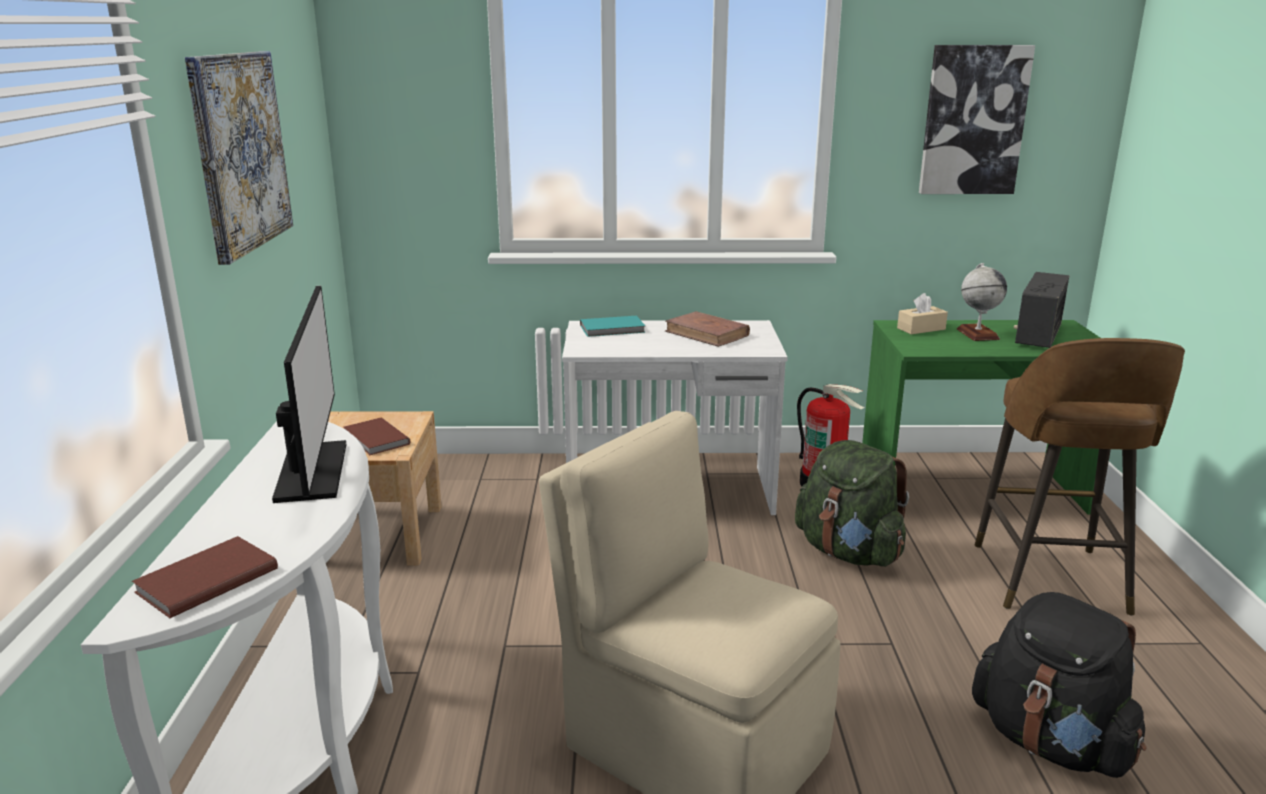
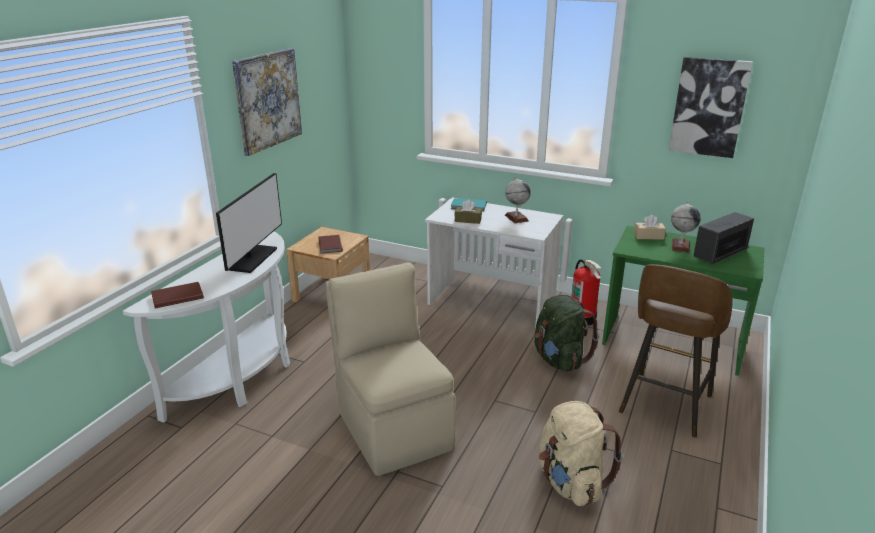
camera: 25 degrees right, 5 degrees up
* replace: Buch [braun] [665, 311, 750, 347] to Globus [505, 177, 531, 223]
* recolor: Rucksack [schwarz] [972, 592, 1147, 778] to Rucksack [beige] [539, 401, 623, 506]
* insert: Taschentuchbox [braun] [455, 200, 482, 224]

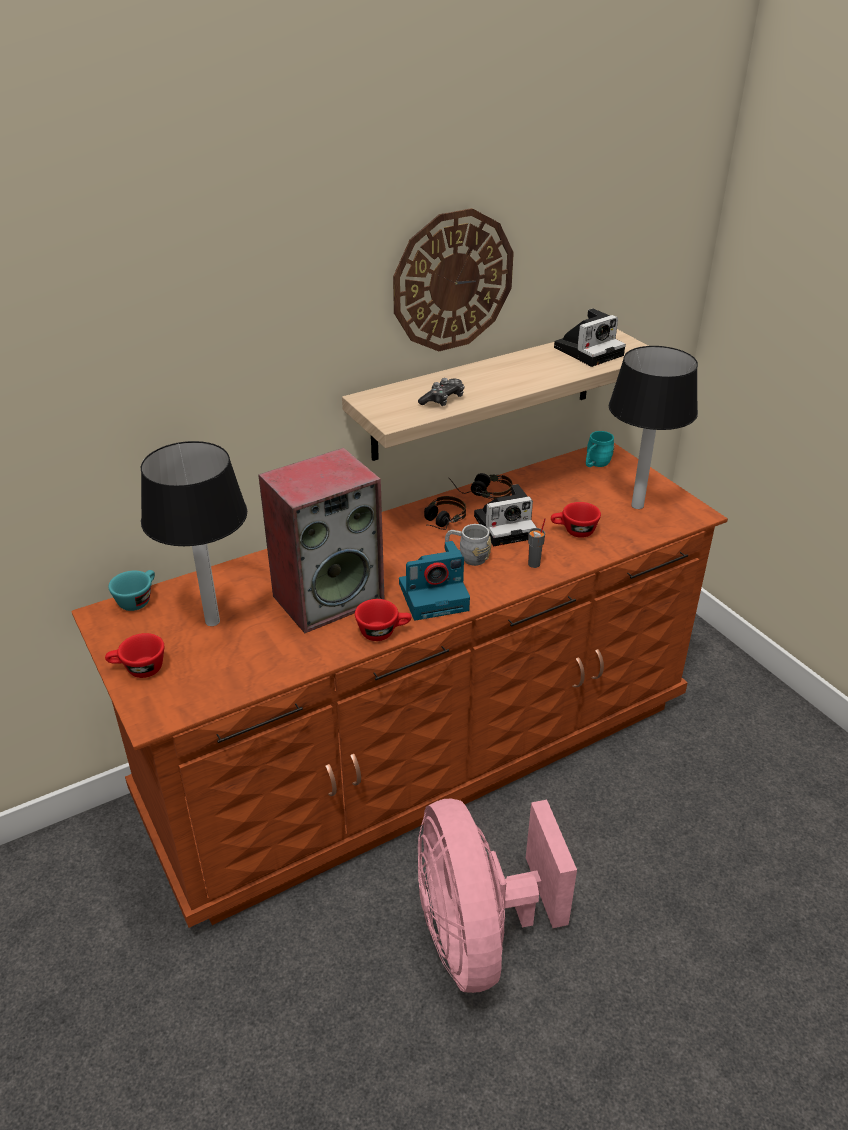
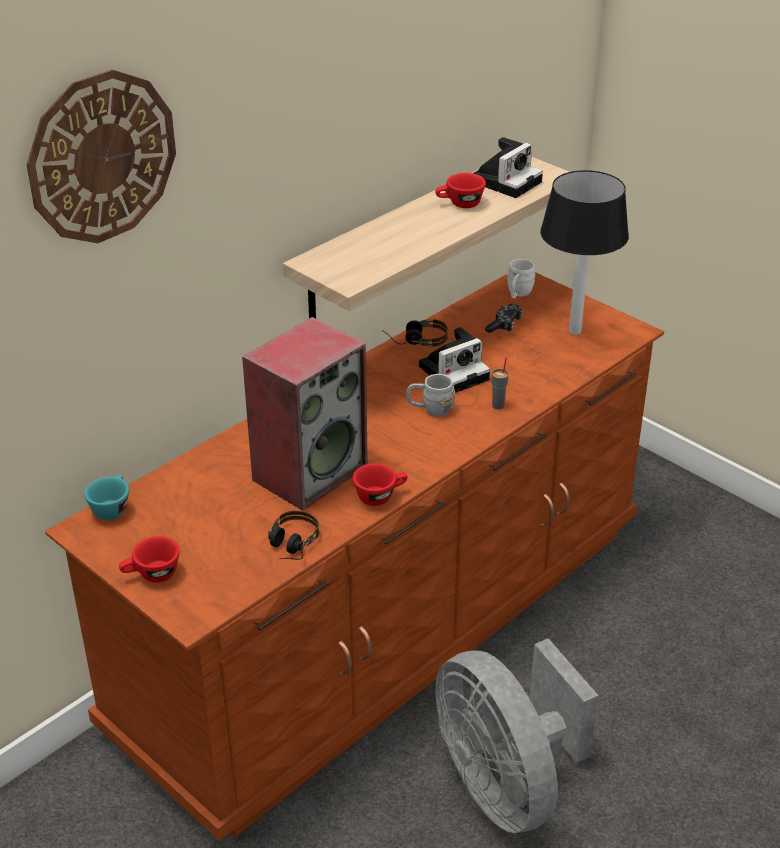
camera: 15 degrees left, 0 degrees up
* move: Wanduhr [393, 208, 514, 351] to [26, 70, 176, 243]
* move: Gamepad [418, 378, 464, 406] to [485, 304, 523, 333]
* recolor: Henkelbecher [türkis] [586, 431, 615, 467] to Henkelbecher [weiß] [507, 259, 535, 298]
* delete: Tischlampe [141, 441, 247, 626]
* move: Kopfhörer [424, 496, 466, 530] to [268, 511, 319, 560]
* move: Tasse [rot] [551, 502, 601, 538] to [435, 173, 486, 208]
* delete: Kamera [399, 541, 470, 620]
* recolor: Ventilator [rosa] [418, 799, 577, 993] to Ventilator [grau] [435, 638, 599, 833]

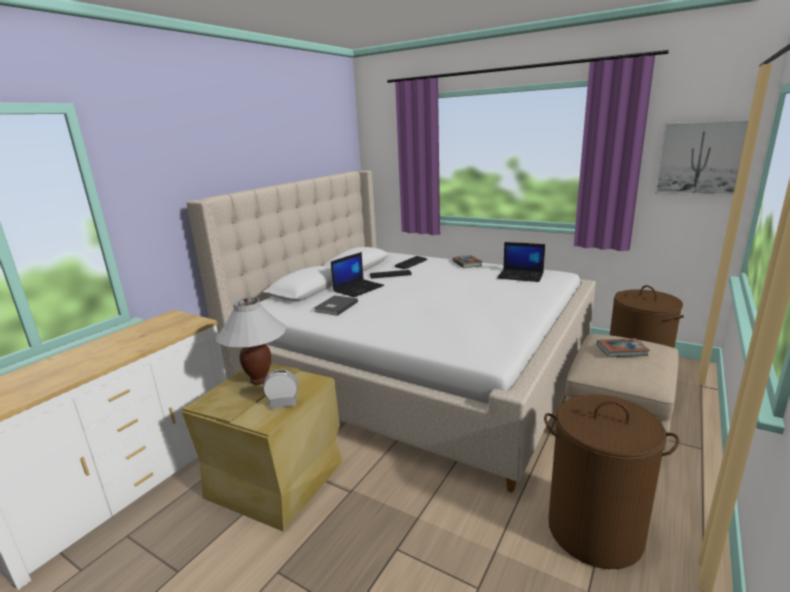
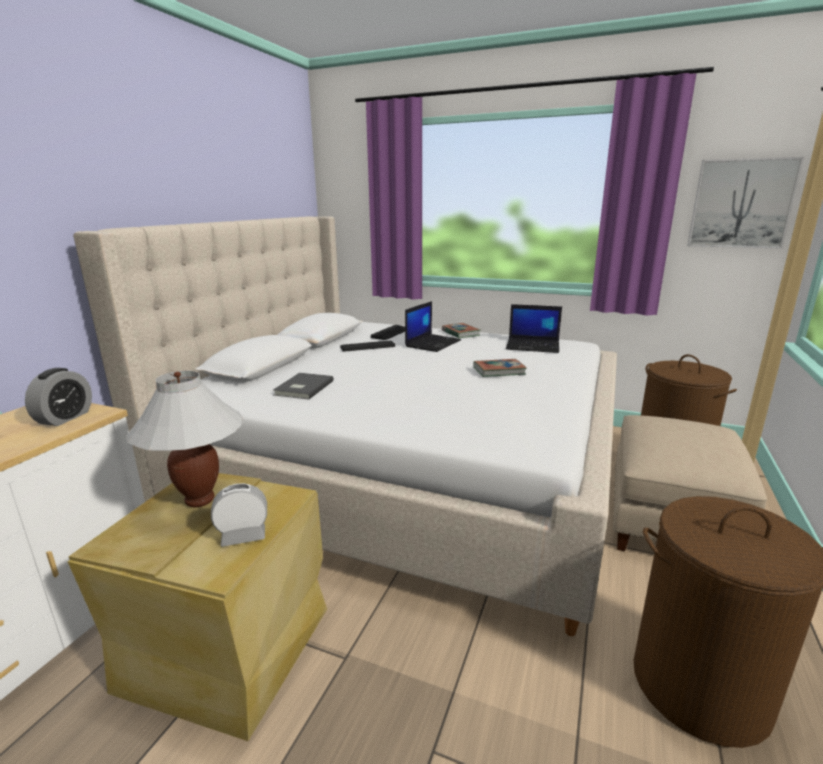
camera: 10 degrees left, 0 degrees up
* move: Laptop [331, 252, 384, 297] to [405, 301, 461, 352]
* move: Buch [597, 338, 650, 357] to [473, 359, 527, 377]
* insert: Wecker [25, 368, 92, 426]

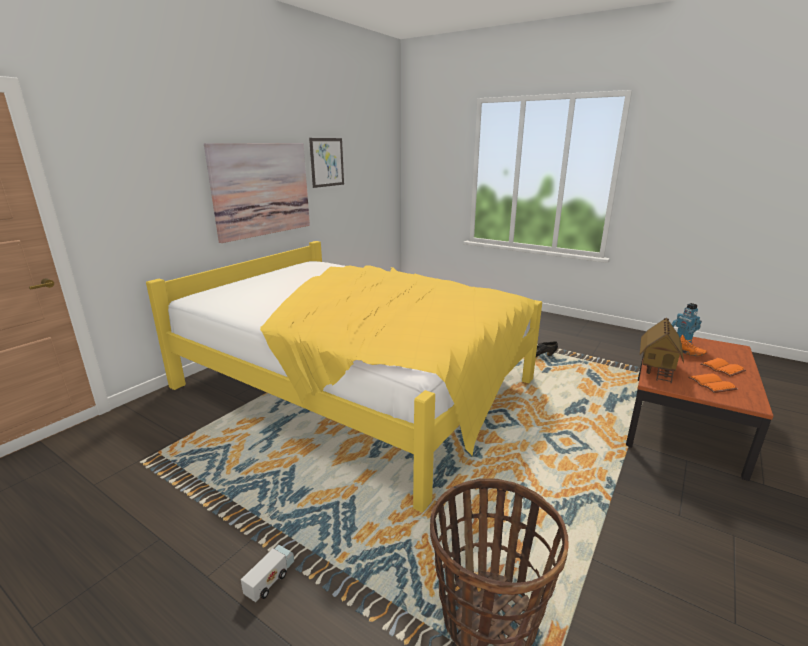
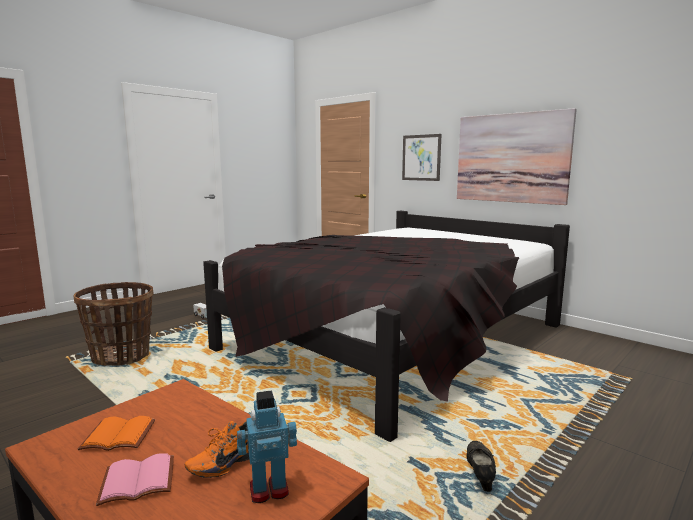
camera: 100 degrees right, 10 degrees down
* move: Bild [309, 138, 344, 188] to [402, 134, 442, 181]
* recolor: Bett [gelb] [146, 241, 542, 512] to Bett [schwarz] [203, 211, 570, 442]
* delete: Spielzeughaus [640, 317, 684, 384]
* recolor: Buch [orange] [700, 358, 746, 377] to Buch [rosa] [96, 453, 174, 506]

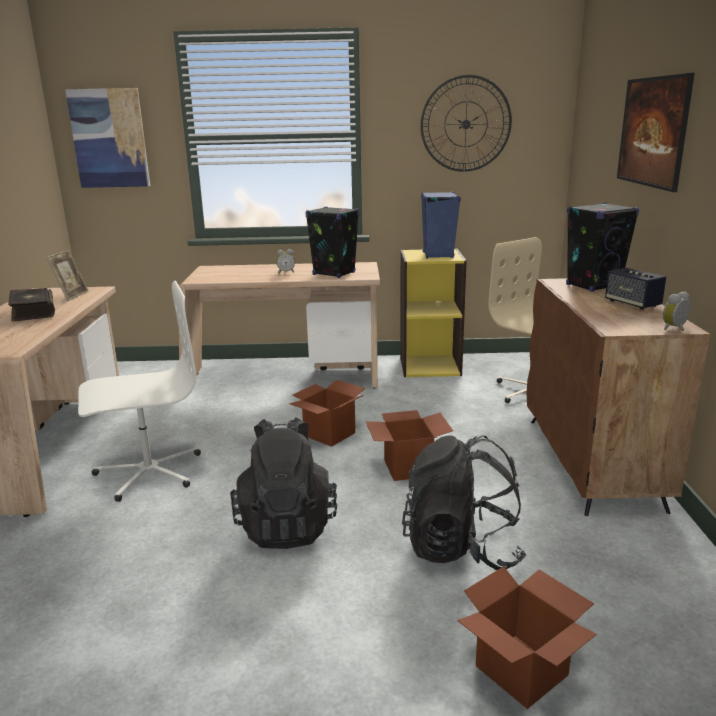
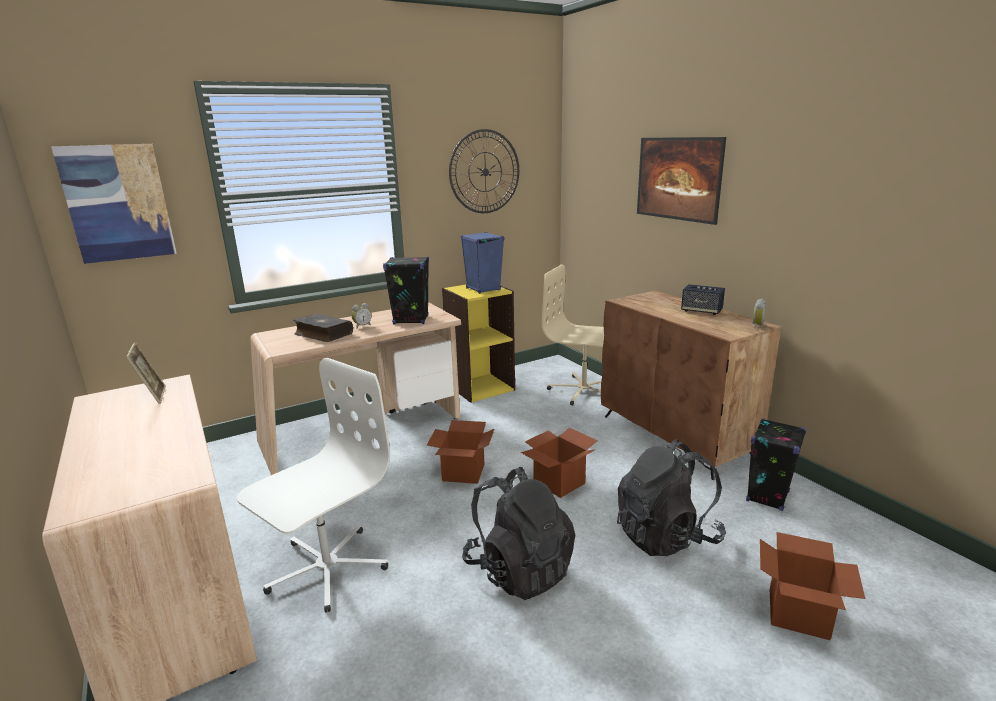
camera: 30 degrees left, 0 degrees up
* move: Lautsprecher [schwarz] [566, 202, 639, 292] to [746, 418, 806, 511]
* move: Buch [8, 288, 55, 322] to [293, 314, 353, 342]

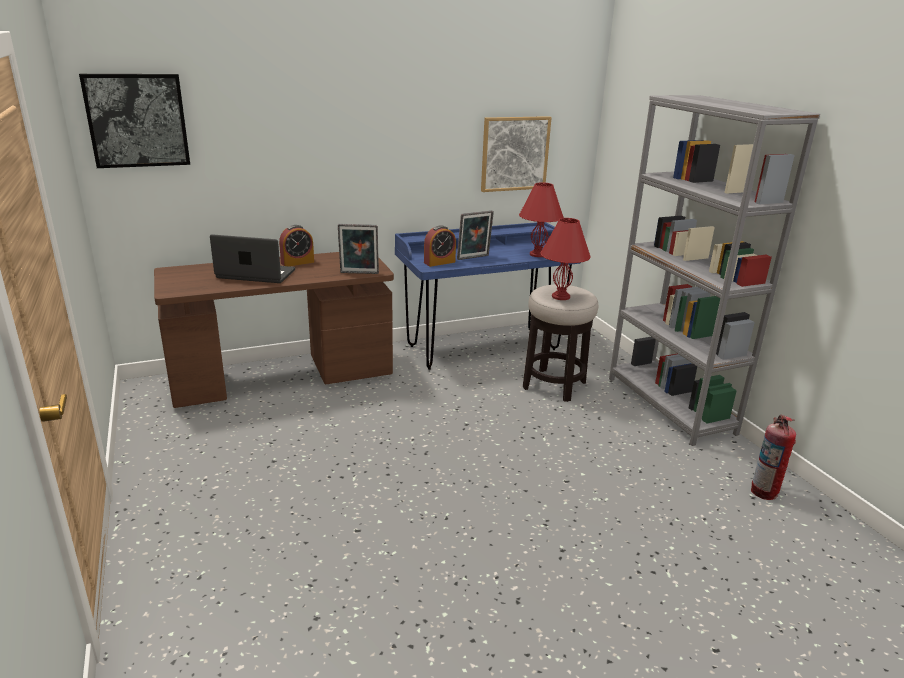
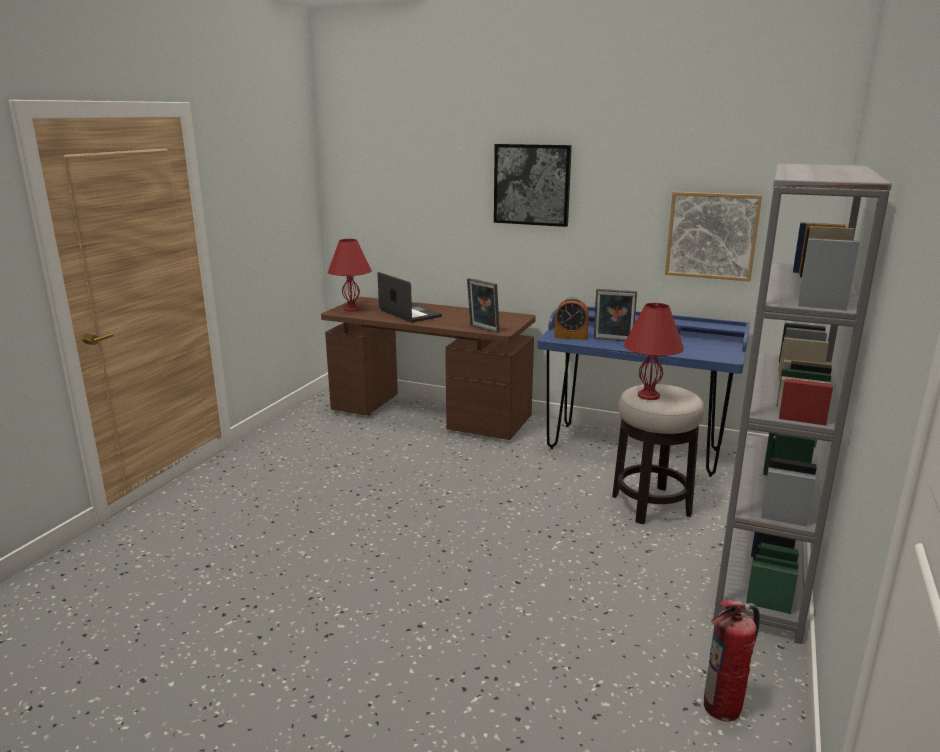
camera: 45 degrees right, 5 degrees down
* move: Bild [79, 74, 190, 168] to [494, 144, 572, 227]
* move: Tischlampe [rot] [519, 182, 564, 257] to [328, 239, 372, 312]
* delete: Wecker [279, 225, 314, 266]

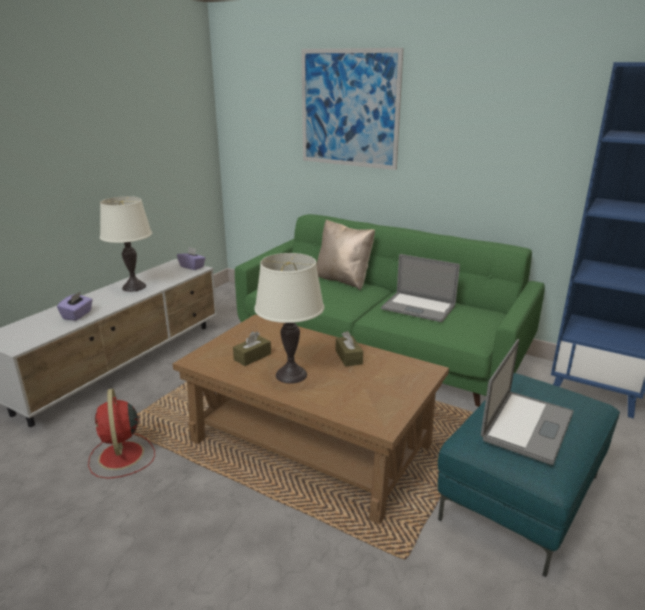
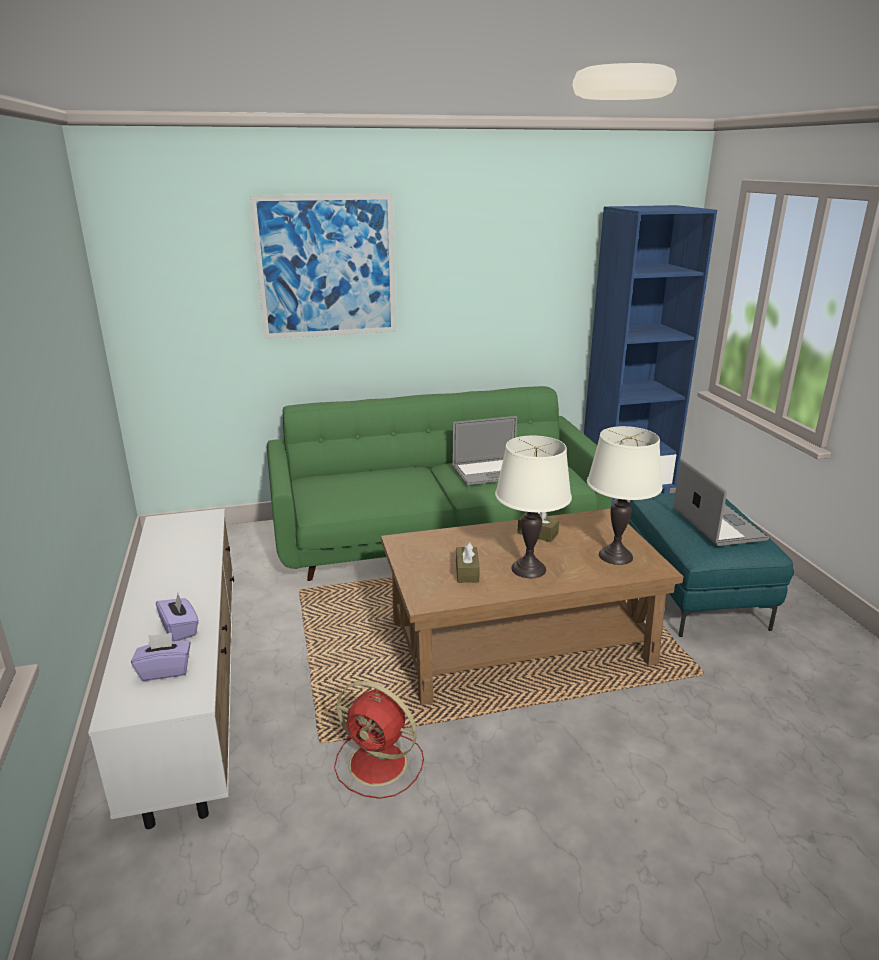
camera: 45 degrees left, 0 degrees up
* move: Tischlampe [weiß] [100, 196, 152, 292] to [587, 426, 662, 565]
* delete: Kissen [beige] [316, 219, 375, 290]
* move: Taschentuchbox [lila] [177, 247, 206, 270] to [131, 633, 191, 681]

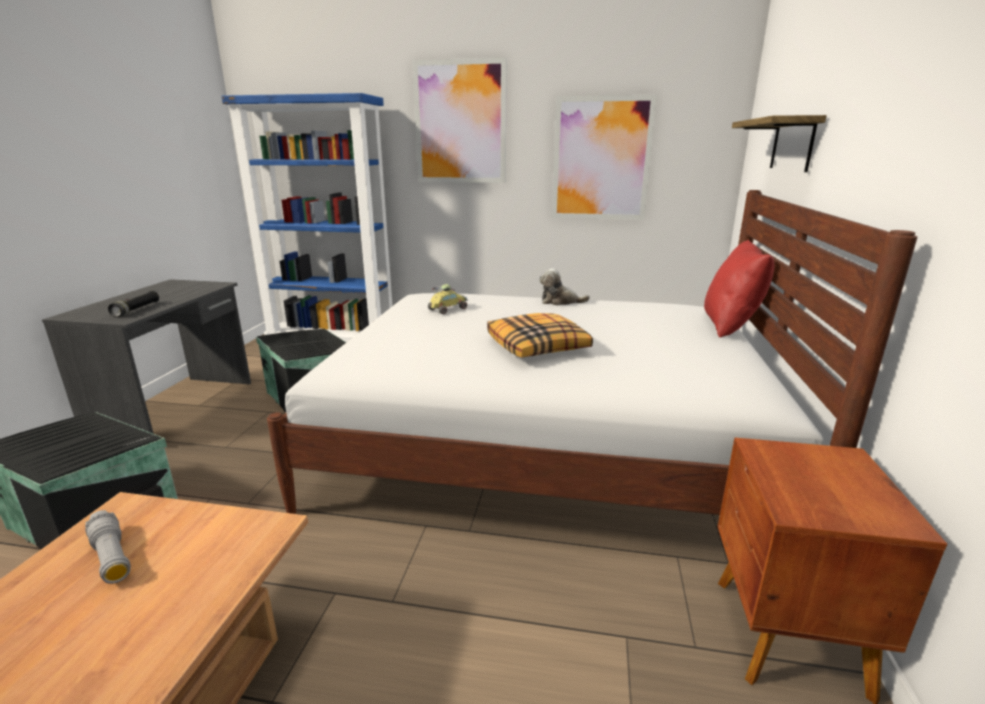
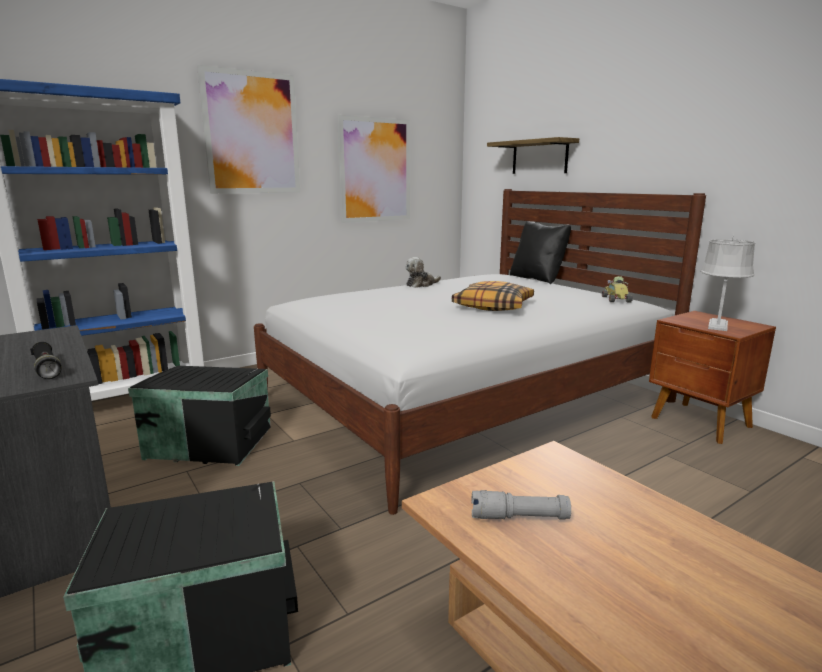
camera: 45 degrees left, 5 degrees down
* recolor: Kissen [rot] [704, 240, 774, 338] to Kissen [schwarz] [510, 221, 571, 284]
* move: Spielzeugauto [428, 284, 469, 314] to [602, 276, 632, 302]
* insert: Tischlampe [grau] [700, 236, 755, 331]

